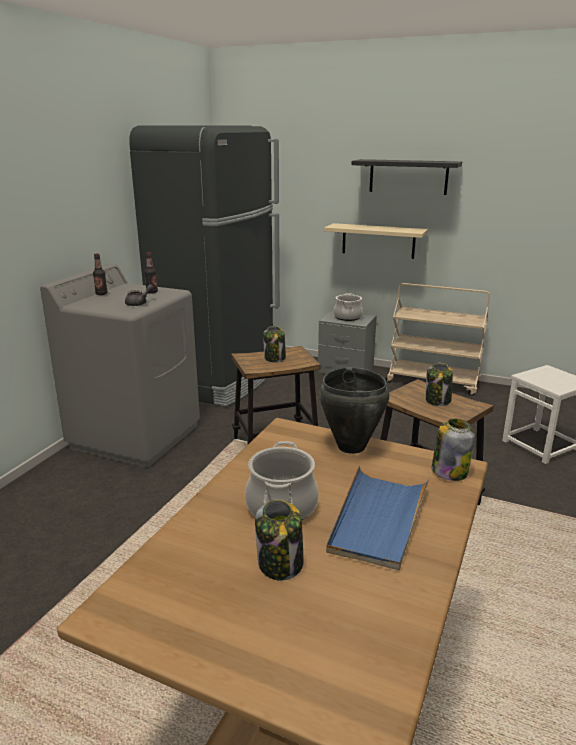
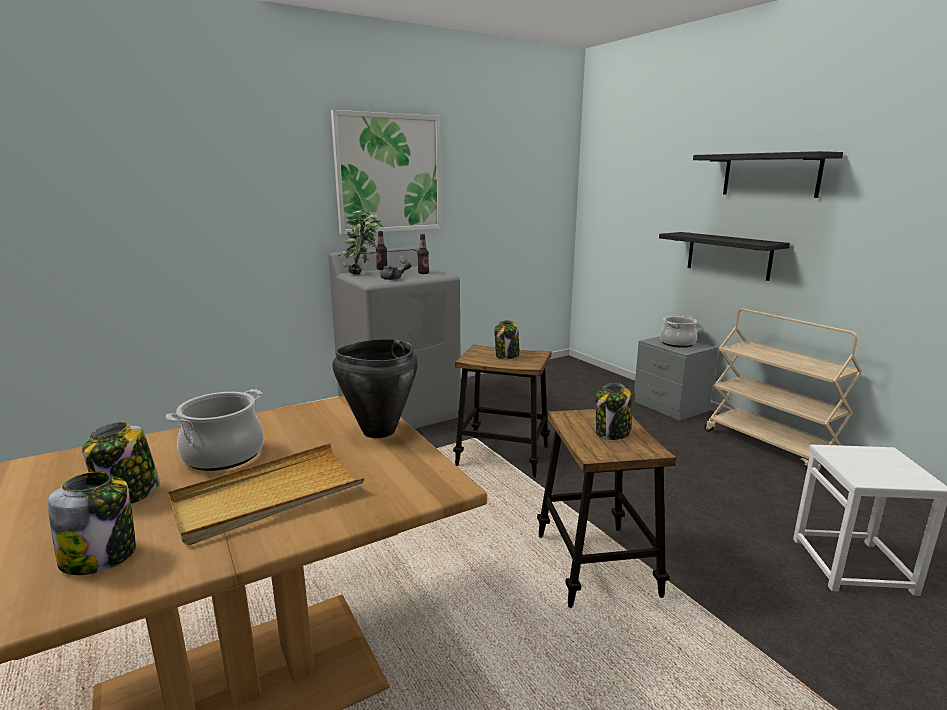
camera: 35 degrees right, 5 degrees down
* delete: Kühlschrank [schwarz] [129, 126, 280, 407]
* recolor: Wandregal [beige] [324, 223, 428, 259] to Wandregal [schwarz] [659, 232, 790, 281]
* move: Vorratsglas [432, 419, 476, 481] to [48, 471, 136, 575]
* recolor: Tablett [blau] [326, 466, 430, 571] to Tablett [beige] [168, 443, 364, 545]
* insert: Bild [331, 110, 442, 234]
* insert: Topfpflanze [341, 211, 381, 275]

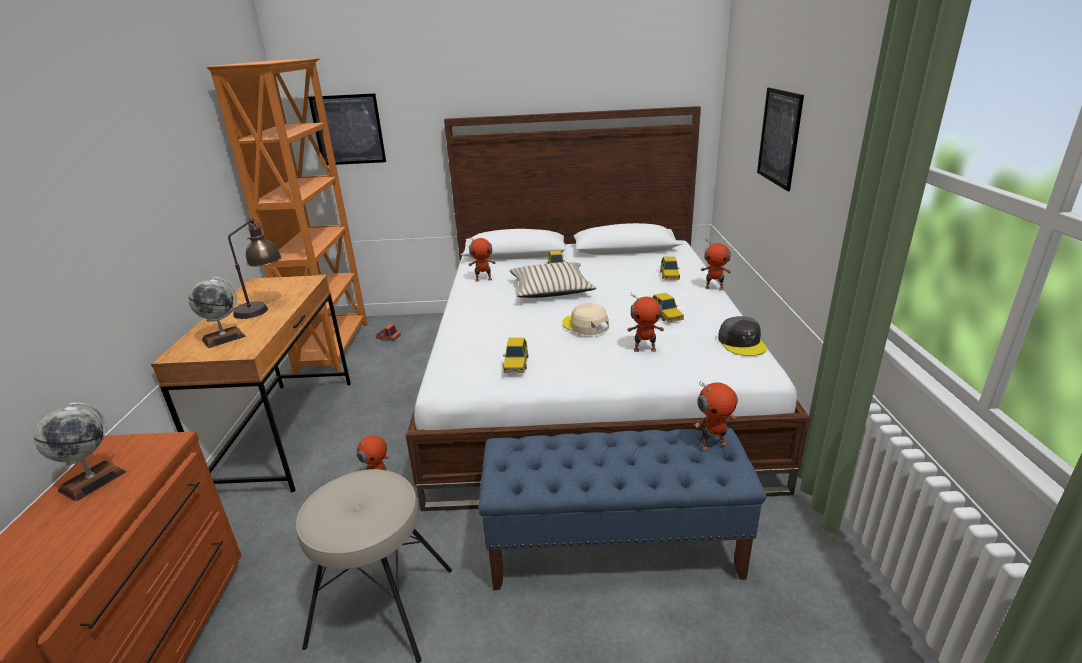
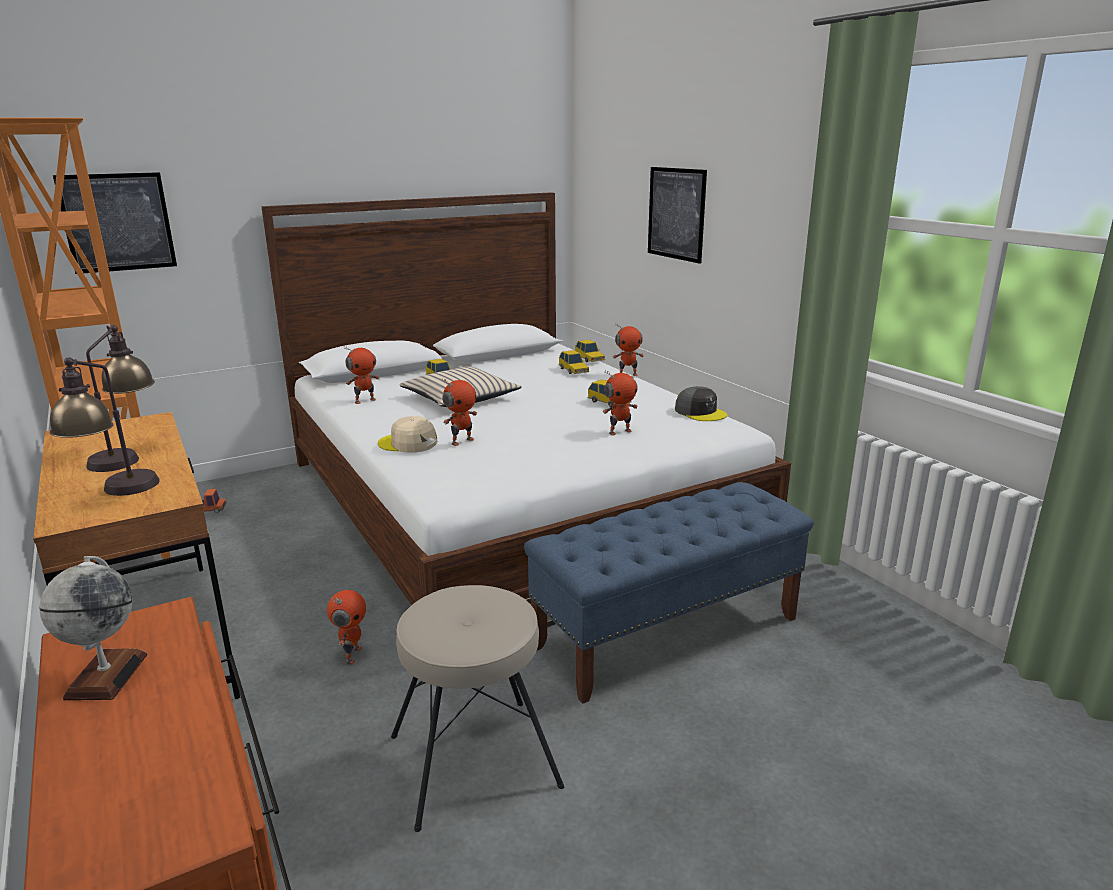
camera: 30 degrees left, 5 degrees down
* replace: Globus [188, 277, 246, 348] to Tischlampe [50, 357, 160, 496]
* move: Kappe [beige] [562, 303, 609, 335] to [378, 416, 437, 453]
* move: Spielzeugauto [503, 338, 528, 373] to [575, 340, 605, 362]
* move: Spielzeugroboter [694, 381, 738, 450] to [442, 378, 477, 446]

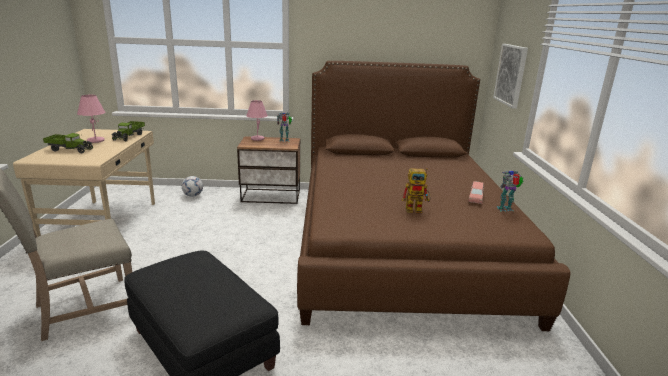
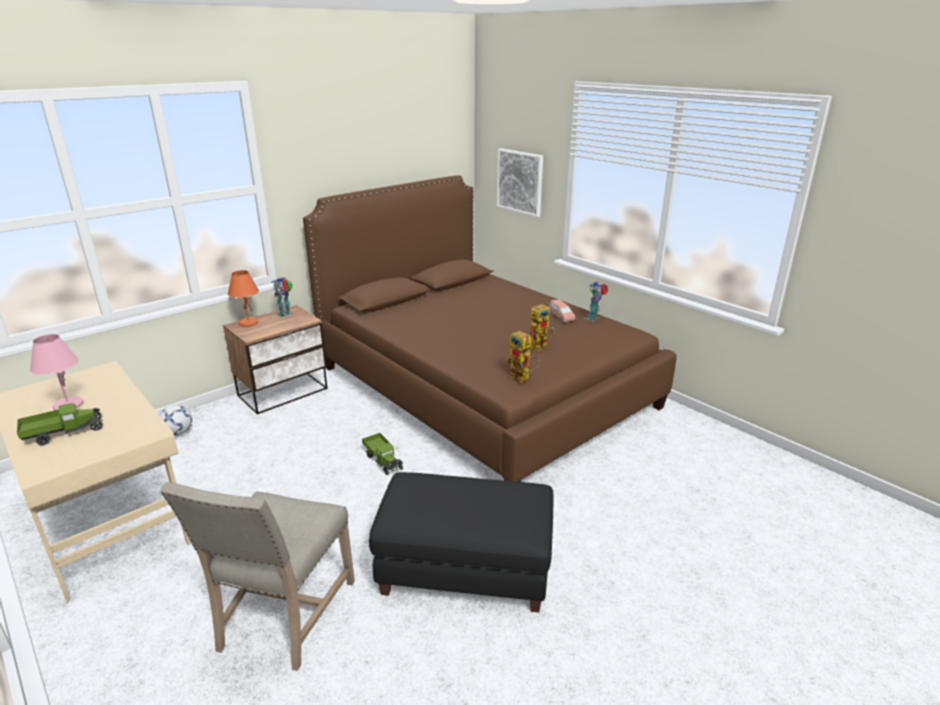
camera: 40 degrees left, 5 degrees up
* recolor: Tischlampe [rosa] [246, 100, 268, 141] to Tischlampe [orange] [228, 270, 259, 327]
* move: Spielzeuglaster [112, 121, 145, 141] to [362, 433, 403, 475]
* insert: Spielzeugroboter [506, 331, 540, 383]

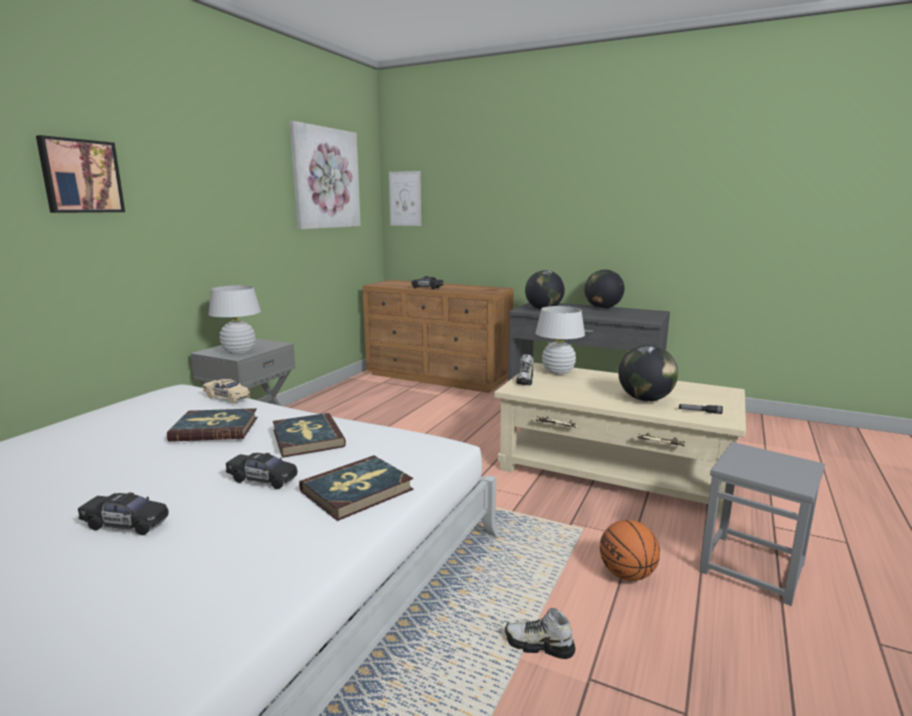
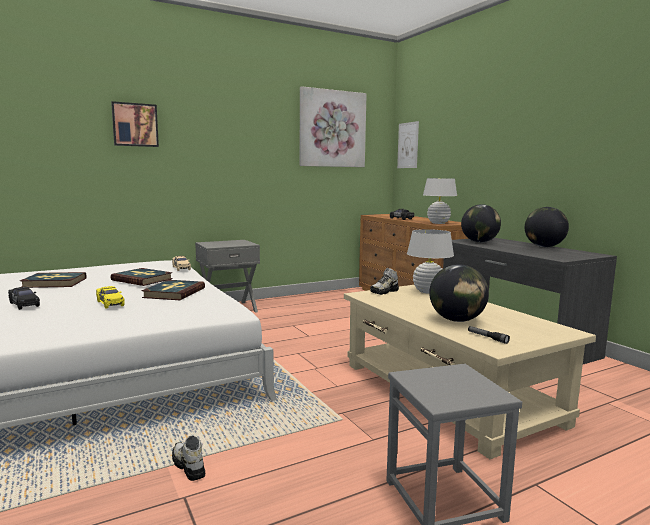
camera: 35 degrees right, 5 degrees down
* move: Tischlampe [weiß] [208, 285, 261, 354] to [423, 178, 457, 224]
* recolor: Spielzeugauto [schwarz] [226, 453, 298, 489] to Spielzeugauto [gelb] [96, 286, 125, 309]
* move: Buch [299, 455, 413, 521] to [20, 272, 86, 288]
* delete: Basketball [600, 520, 660, 581]

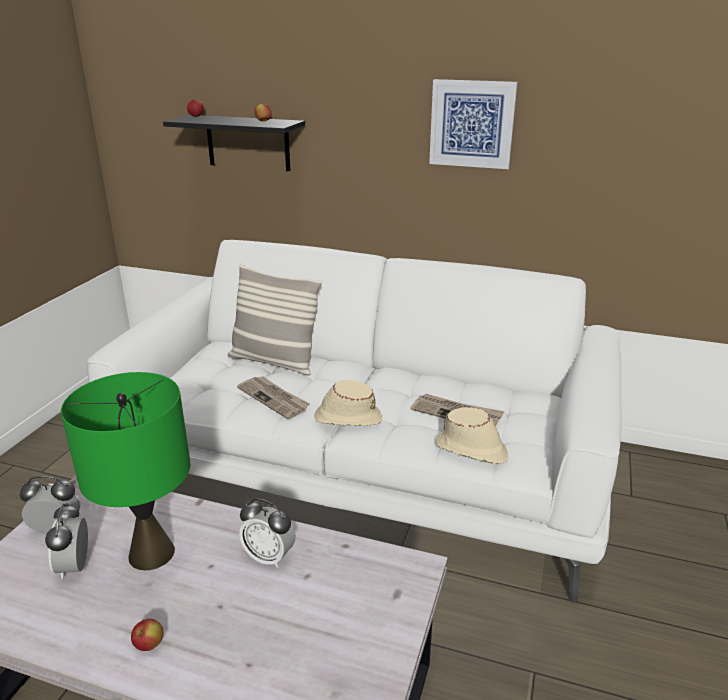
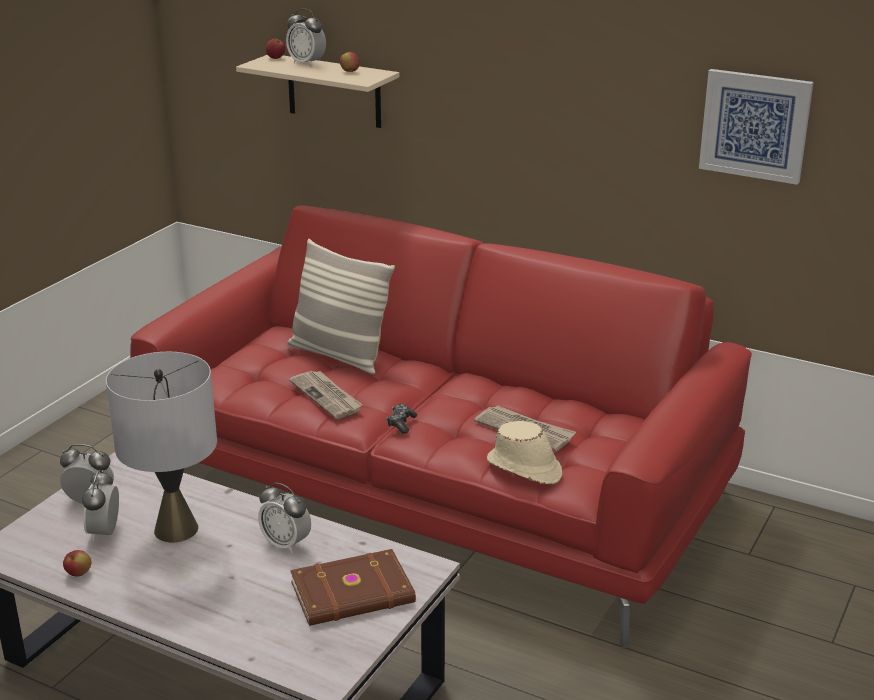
camera: 10 degrees right, 0 degrees up
* move: Bild [429, 79, 518, 169] to [699, 69, 814, 185]
* recolor: Wandregal [schwarz] [163, 115, 305, 171] to Wandregal [beige] [236, 55, 399, 128]
* recolor: Sofa [weiß] [87, 240, 622, 603] to Sofa [rot] [130, 206, 752, 649]
* recolor: Tischlampe [grün] [61, 372, 190, 570] to Tischlampe [grau] [106, 352, 217, 542]
* replace: Hut [beige] [314, 380, 382, 426] to Gamepad [386, 404, 417, 434]
* move: Apfel [131, 619, 163, 651] to [63, 550, 91, 577]
* insert: Wecker [286, 8, 326, 67]
* insert: Buch [braun] [290, 549, 416, 626]

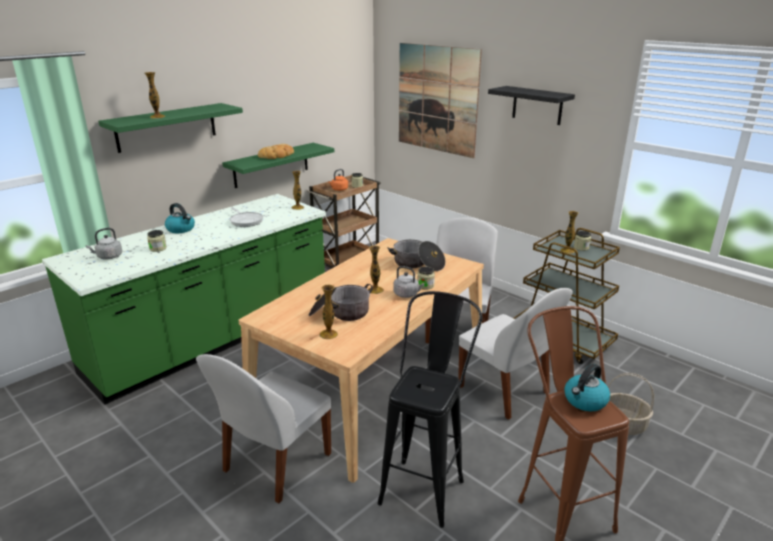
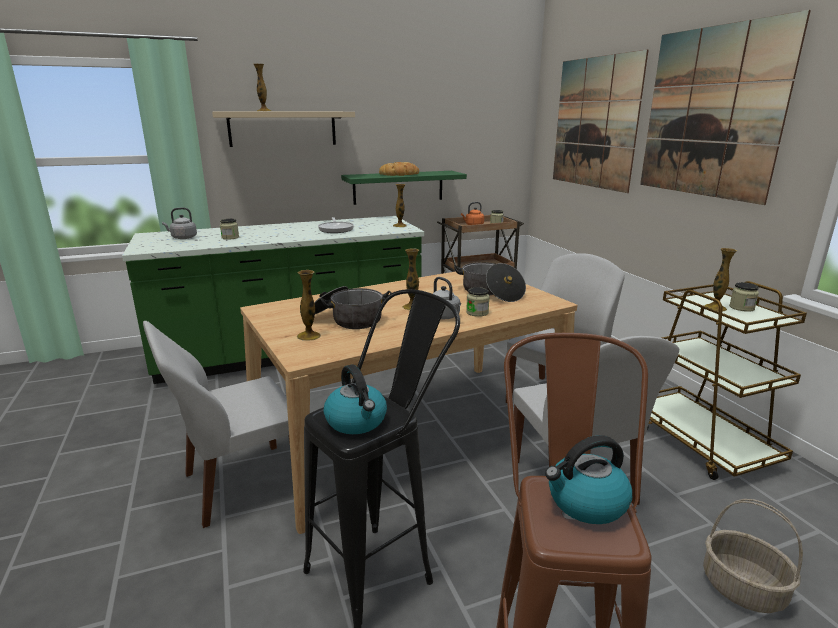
camera: 25 degrees right, 5 degrees down
* replace: Wandregal [schwarz] [488, 86, 575, 125] to Bild [640, 10, 811, 205]
* recolor: Wandregal [grün] [98, 103, 243, 153] to Wandregal [beige] [212, 112, 355, 147]
* move: Wasserkessel [165, 203, 195, 233] to [324, 364, 387, 434]

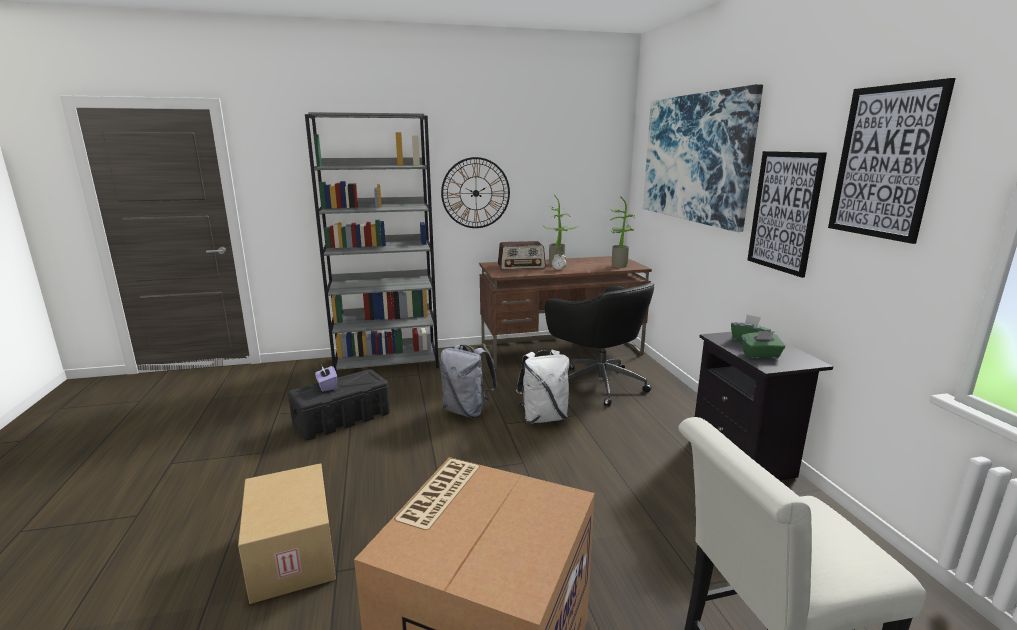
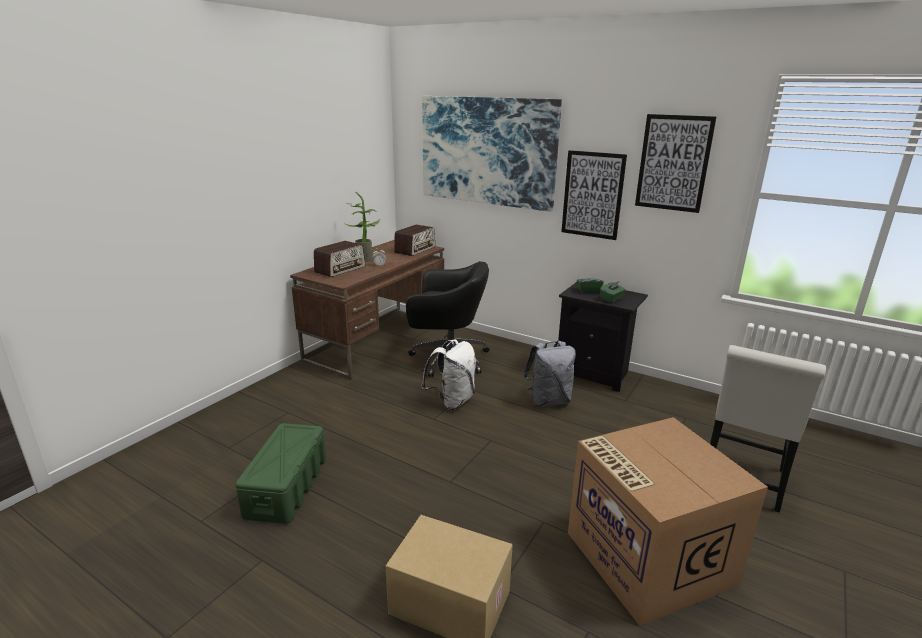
camera: 45 degrees left, 5 degrees up
* delete: Bücherregal [grau] [305, 112, 439, 374]
* delete: Wanduhr [441, 157, 510, 228]
* replace: Topfpflanze [607, 196, 635, 268] to Radio [394, 225, 435, 256]
* move: Rucksack [grau] [440, 344, 498, 418] to [523, 341, 576, 407]
* delete: Taschentuchbox [lila] [315, 364, 337, 392]
* recolor: Aufbewahrungsbox [schwarz] [288, 369, 390, 440] to Aufbewahrungsbox [grün] [235, 423, 326, 524]

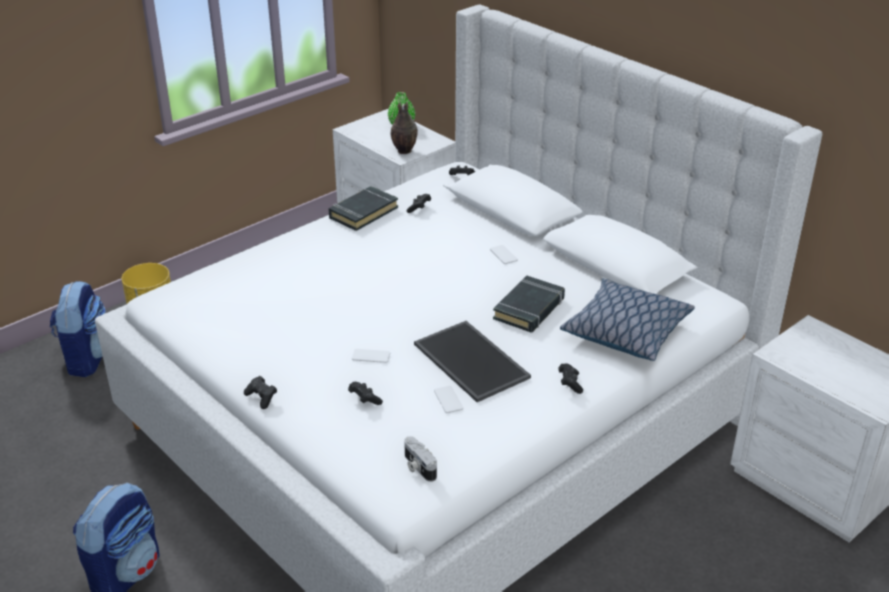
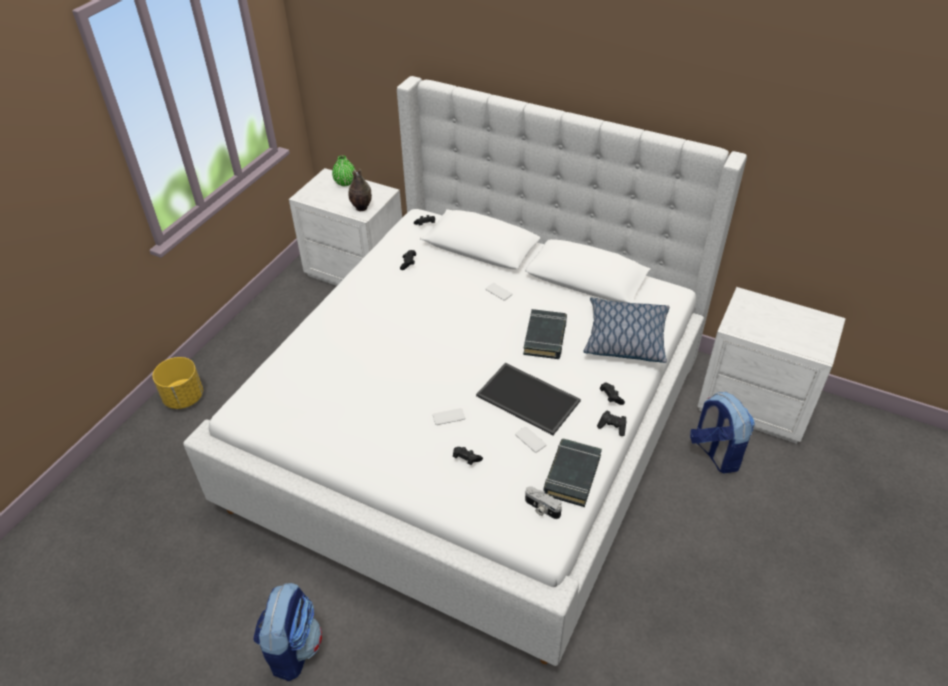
camera: 20 degrees left, 10 degrees up
* move: Buch [schwarz] [329, 186, 398, 231] to [543, 438, 602, 507]
* move: Rucksack [50, 281, 106, 377] to [690, 392, 755, 473]
* move: Gamepad [schwarz] [244, 376, 277, 409] to [597, 411, 627, 436]

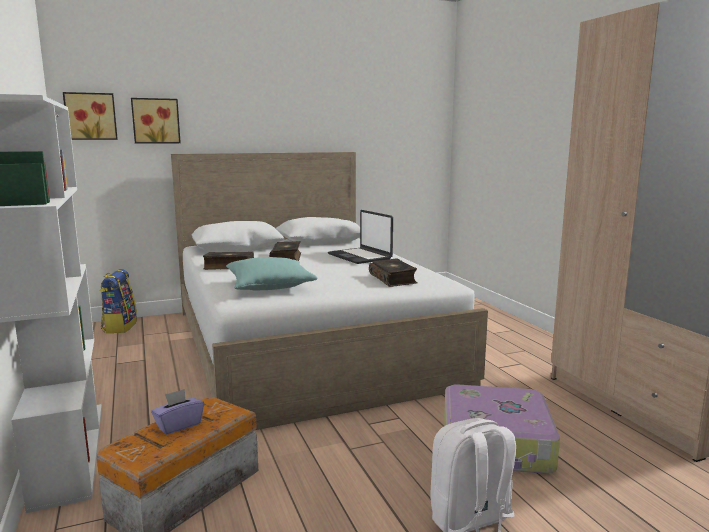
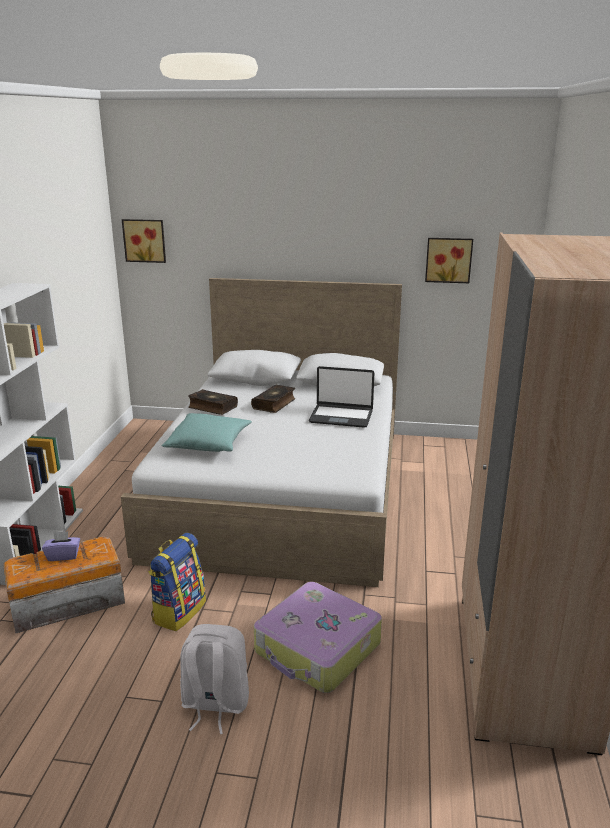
camera: 30 degrees right, 10 degrees up
* move: Bild [131, 98, 181, 144] to [425, 238, 473, 283]
* rotate: Laptop [328, 210, 393, 264] = [309, 366, 374, 428] 75 degrees counterclockwise
* delete: Buch [369, 258, 418, 287]
* move: Rucksack [100, 269, 137, 333] to [148, 533, 206, 631]

